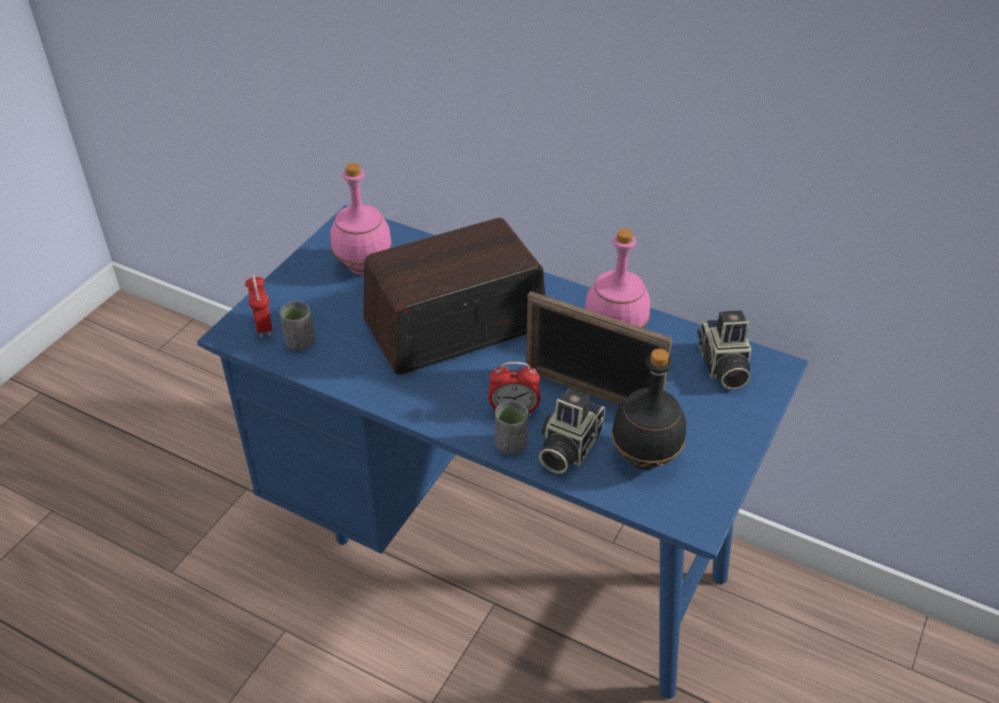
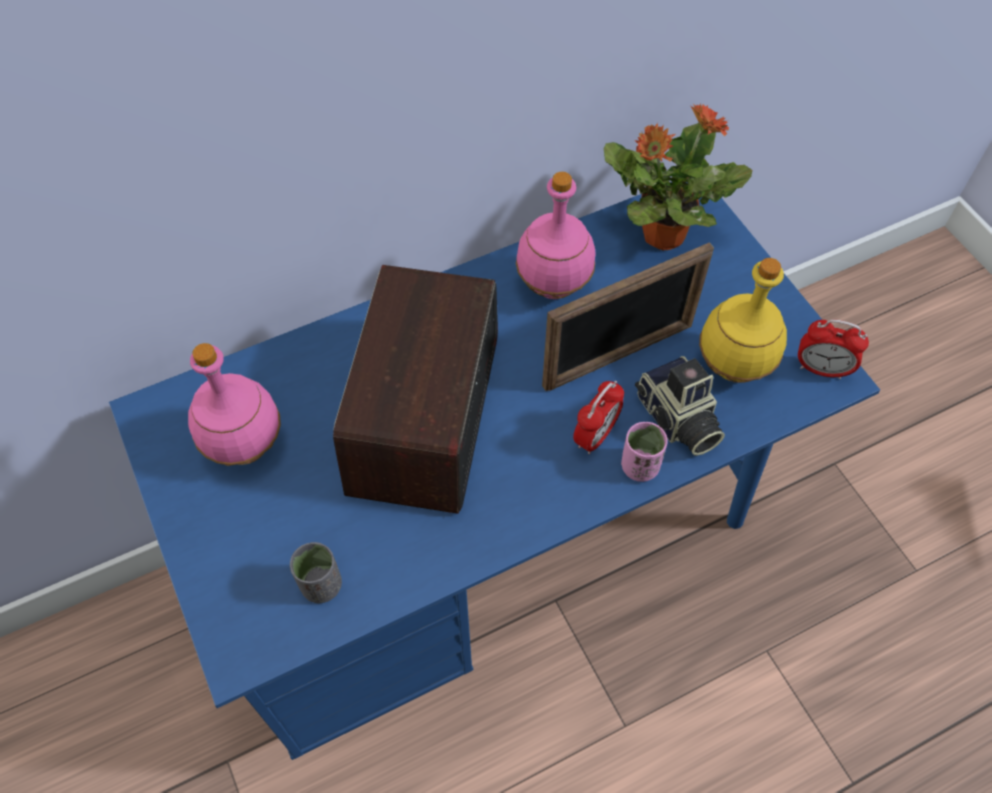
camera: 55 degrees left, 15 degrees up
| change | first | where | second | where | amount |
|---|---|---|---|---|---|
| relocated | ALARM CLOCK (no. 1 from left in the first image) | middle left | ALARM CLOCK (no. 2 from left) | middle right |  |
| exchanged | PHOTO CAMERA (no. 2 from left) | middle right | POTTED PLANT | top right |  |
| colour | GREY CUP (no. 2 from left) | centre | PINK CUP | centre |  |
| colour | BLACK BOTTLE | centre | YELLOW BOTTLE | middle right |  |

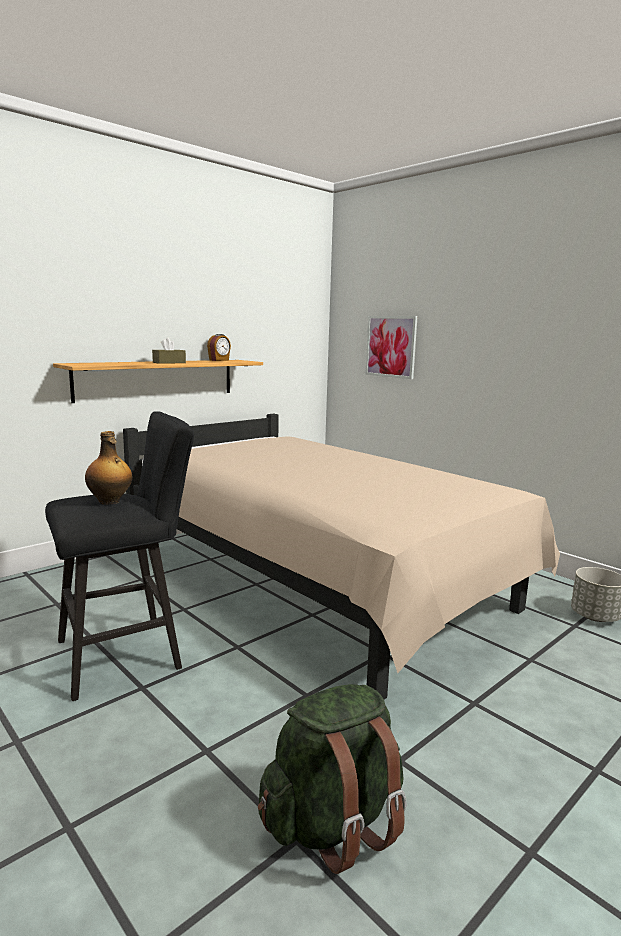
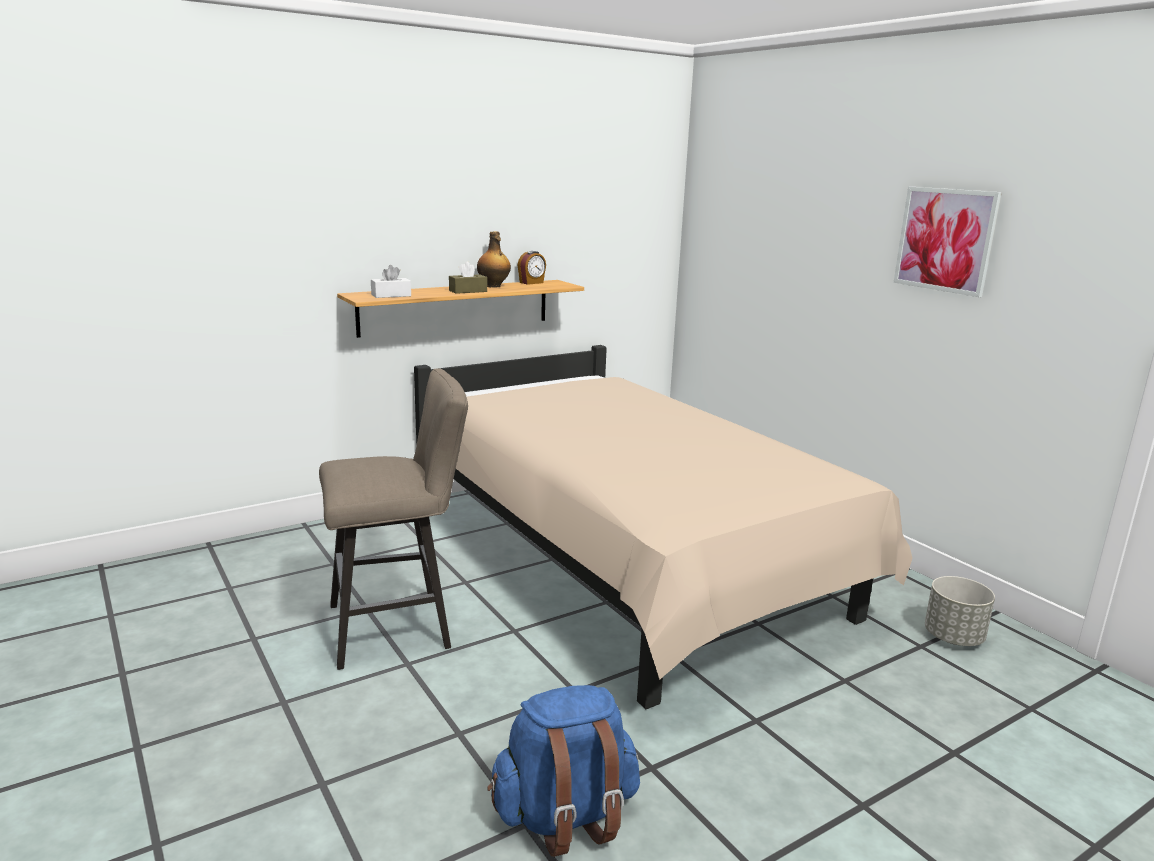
camera: 10 degrees right, 5 degrees up
| change | first | where | second | where | amount |
|---|---|---|---|---|---|
| appeared |  |  | WHITE TISSUE BOX | top centre |  |
| relocated | BOTTLE | middle left |  | top centre |  |
| relocated | PICTURE | centre |  | top right |  |
| colour | BLACK STOOL | middle left | BEIGE STOOL | centre |  |
| colour | GREEN BACKPACK | bottom centre | BLUE BACKPACK | bottom centre |  |

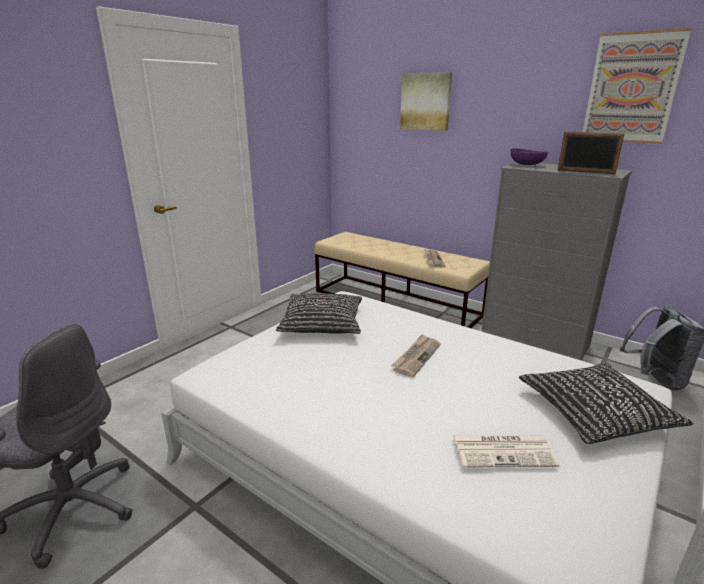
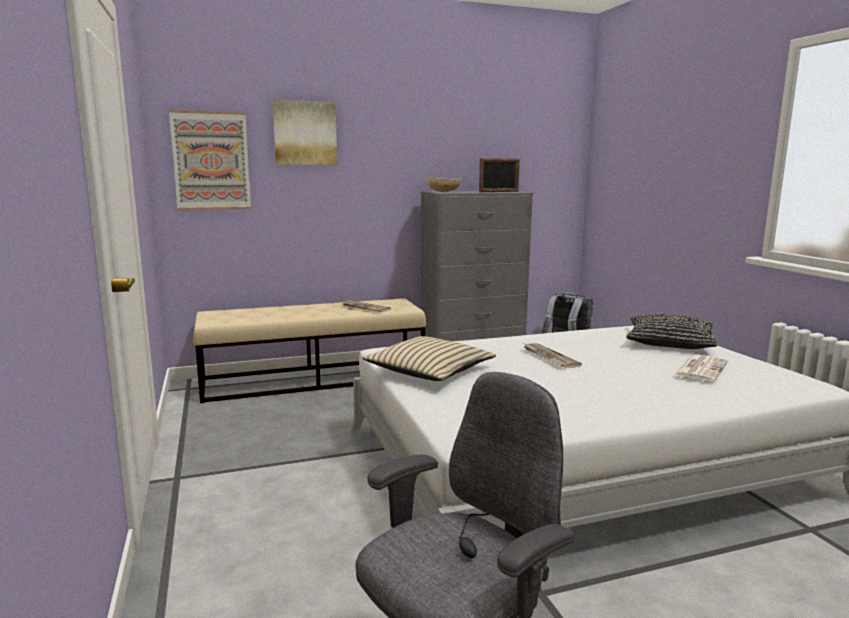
camera: 55 degrees left, 10 degrees down
| change | first | where | second | where | amount |
|---|---|---|---|---|---|
| relocated | PICTURE (no. 2 from left in the first image) | top right | PICTURE (no. 1 from left) | top left |  |
| colour | BLACK PILLOW (no. 1 from left) | centre | BEIGE PILLOW | centre |  |
| colour | PURPLE BOWL | top right | BEIGE BOWL | top centre |  |

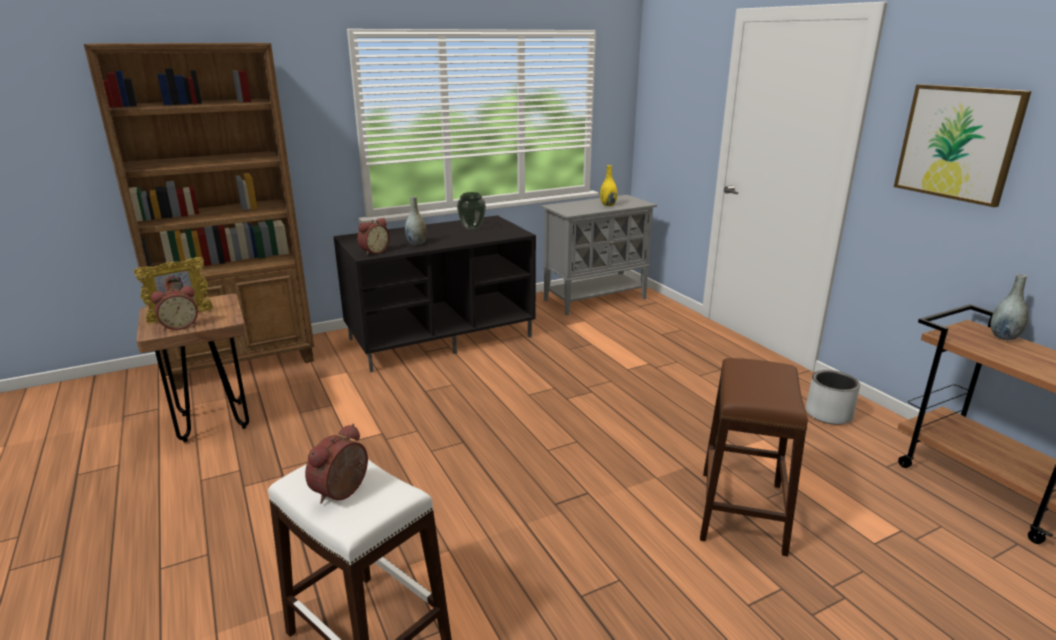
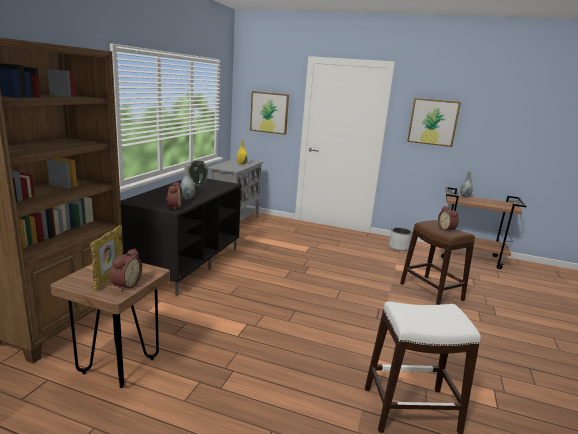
camera: 45 degrees left, 5 degrees down
| change | first | where | second | where | amount |
|---|---|---|---|---|---|
| appeared |  |  | PICTURE (no. 1 from left) | top centre |  |
| relocated | ALARM CLOCK (no. 2 from left in the first image) | bottom left | ALARM CLOCK (no. 3 from left) | middle right |  |

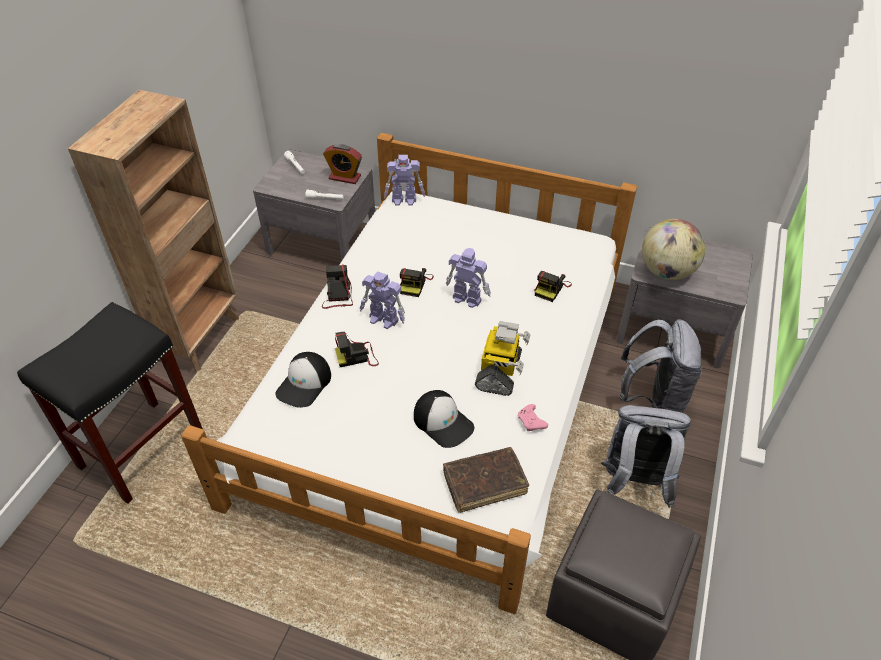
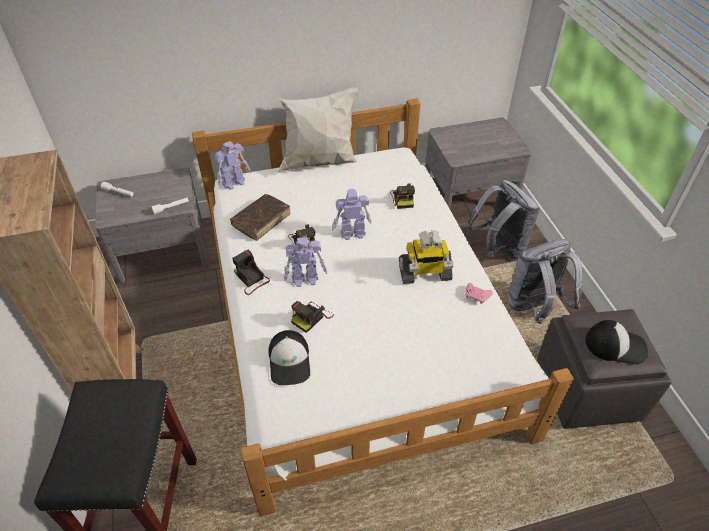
camera: 35 degrees left, 0 degrees up
| change | first | where | second | where | amount |
|---|---|---|---|---|---|
| missing | ALARM CLOCK | top centre |  |  |  |
| missing | GLOBE | middle right |  |  |  |
| appeared |  |  | WHITE PILLOW | top centre |  |
| relocated | CAP (no. 2 from left) | centre |  | middle right |  |
| relocated | BROWN BOOK | bottom centre |  | centre |  |
| spun | TOY ROBOT (no. 4 from left) | centre |  | centre | 105 degrees clockwise |

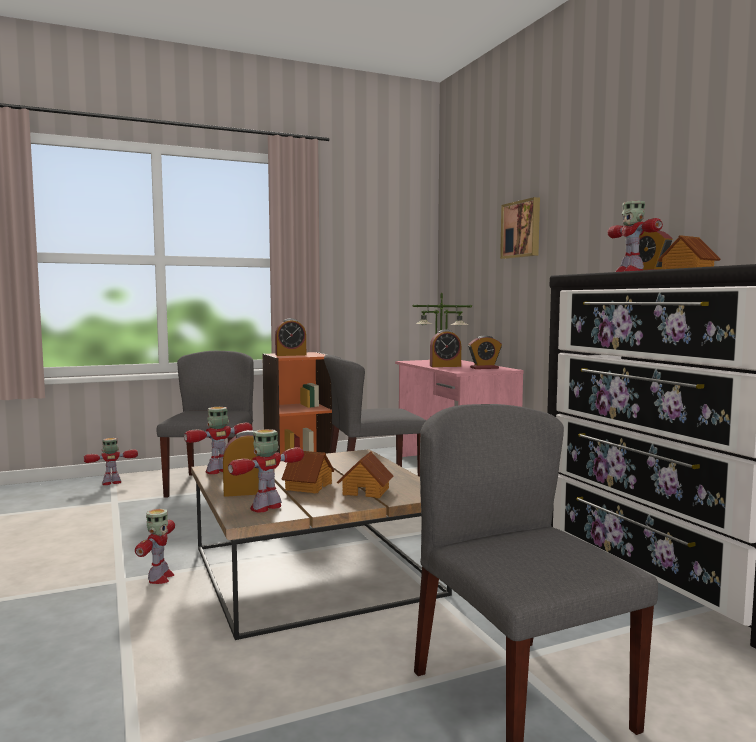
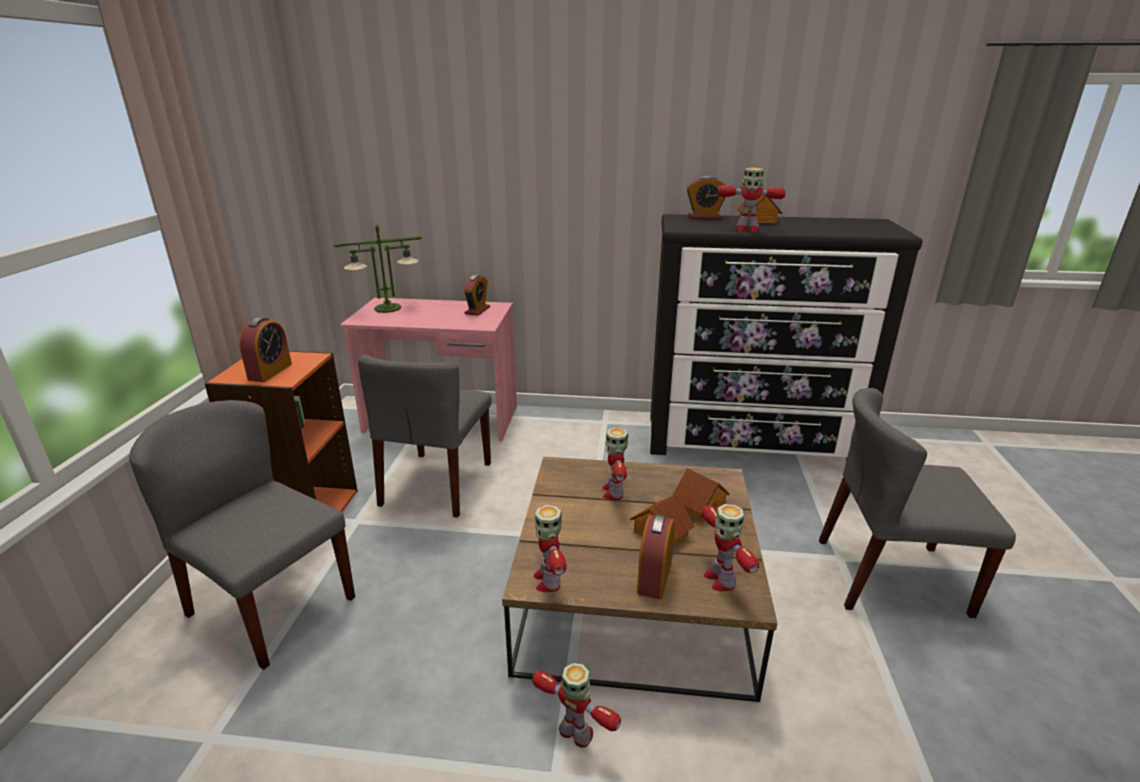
camera: 60 degrees left, 20 degrees up
| change | first | where | second | where | amount |
|---|---|---|---|---|---|
| missing | ALARM CLOCK (no. 3 from left) | centre |  |  |  |
| missing | PICTURE | top right |  |  |  |
| relocated | TOY ROBOT (no. 1 from left in the first image) | middle left | TOY ROBOT (no. 3 from left) | centre |  |

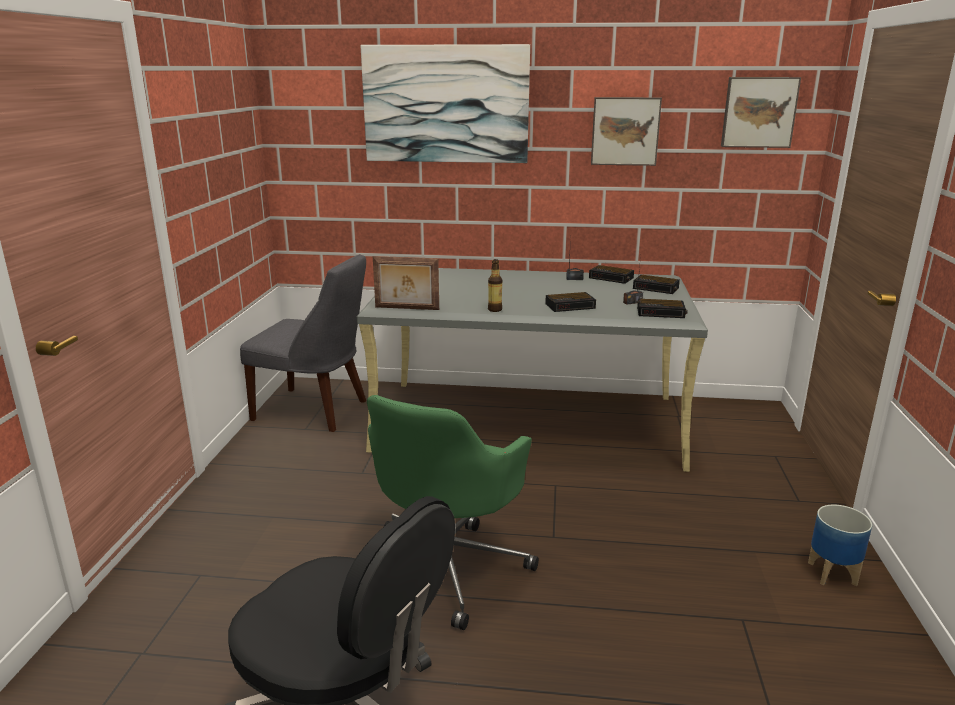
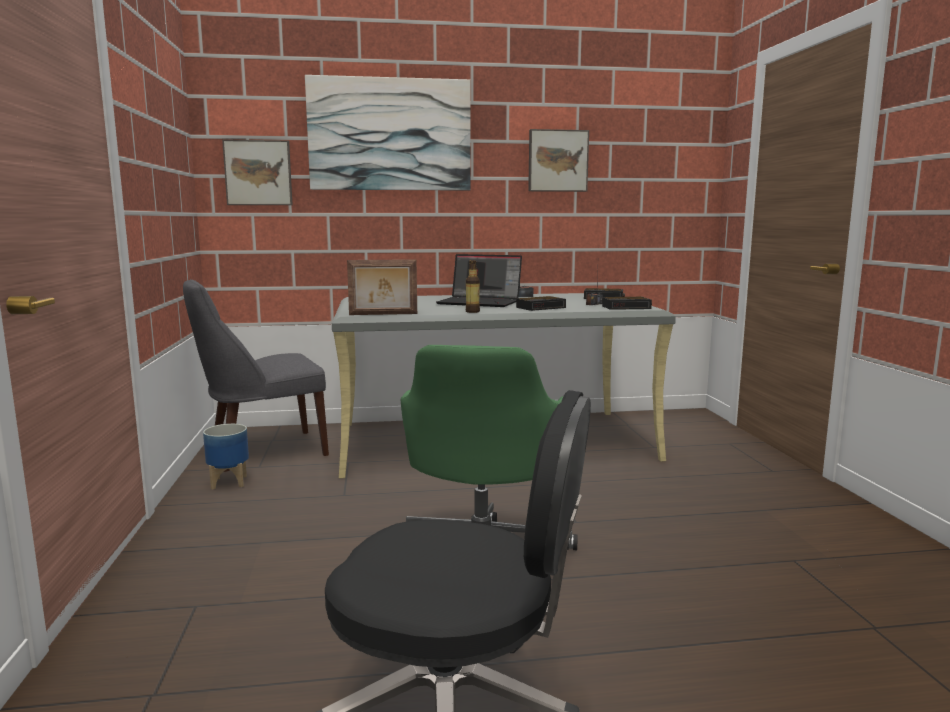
camera: 15 degrees left, 10 degrees down
| change | first | where | second | where | amount |
|---|---|---|---|---|---|
| missing | ALARM CLOCK (no. 2 from left) | centre |  |  |  |
| appeared |  |  | LAPTOP | centre |  |
| relocated | PICTURE (no. 3 from left in the first image) | top right | PICTURE (no. 1 from left) | top left |  |
| relocated | PLANTER | bottom right |  | middle left |  |
| spun | GREY CHAIR | middle left |  | middle left | 150 degrees clockwise |

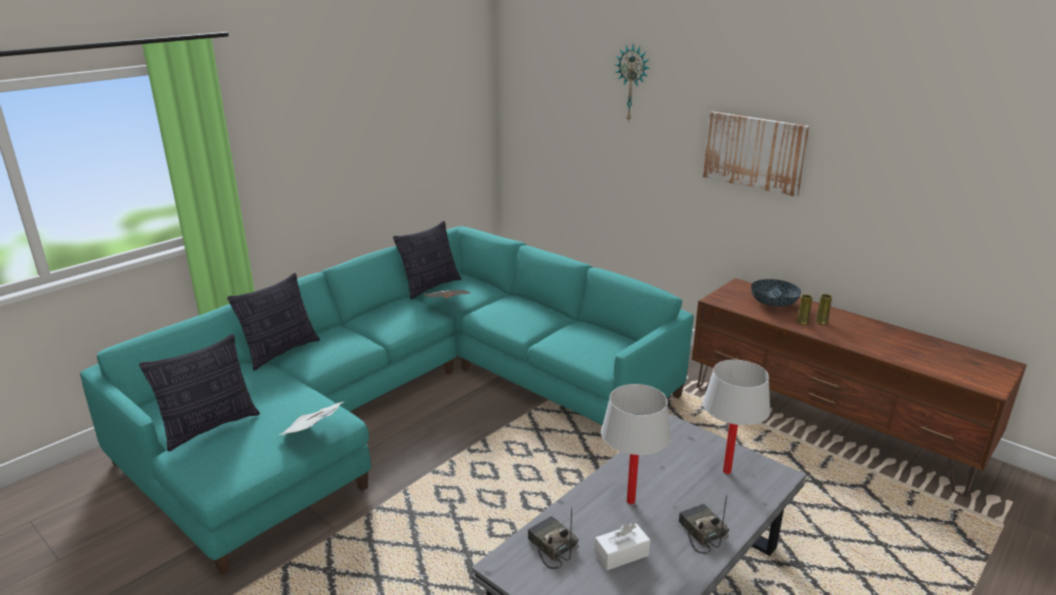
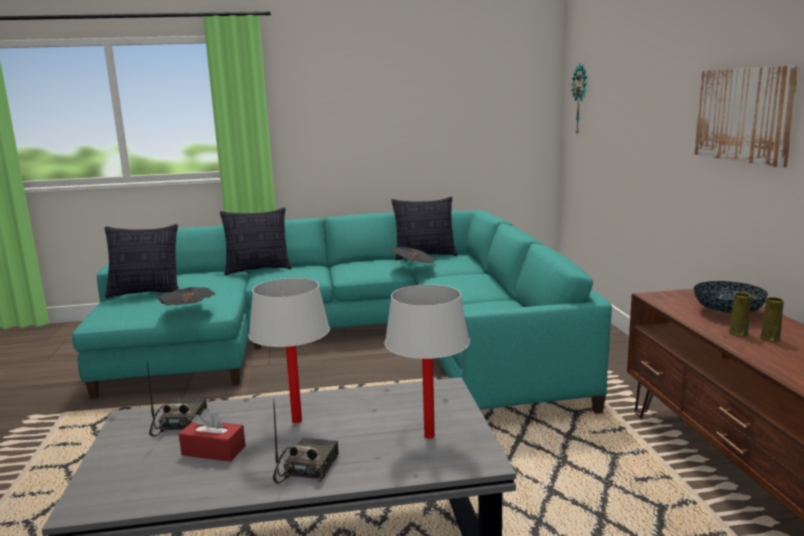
camera: 40 degrees right, 10 degrees down
| change | first | where | second | where | amount |
|---|---|---|---|---|---|
| relocated | WALL CLOCK | top centre |  | top right |  |
| colour | WHITE TISSUE BOX | bottom centre | RED TISSUE BOX | bottom left |  |

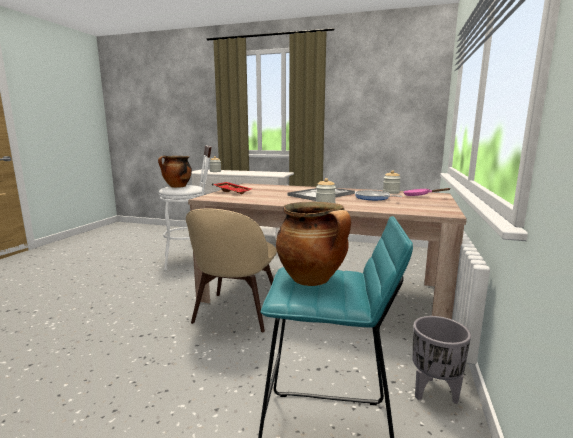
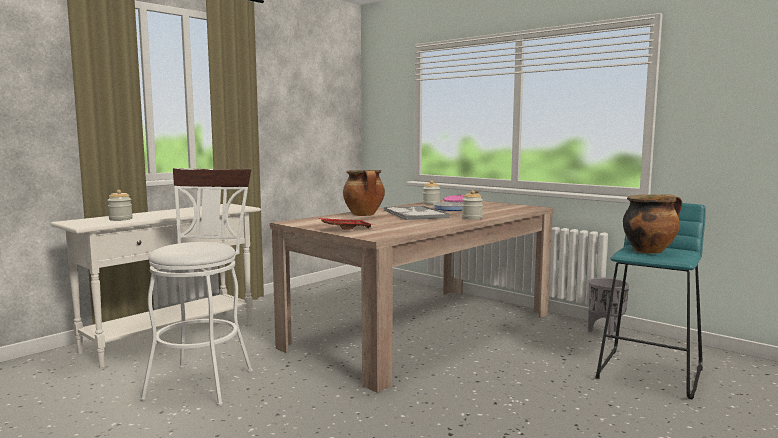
camera: 65 degrees left, 5 degrees down
| change | first | where | second | where | amount |
|---|---|---|---|---|---|
| missing | BEIGE CHAIR | centre |  |  |  |
| relocated | COOKING POT (no. 1 from left) | middle left |  | centre |  |

